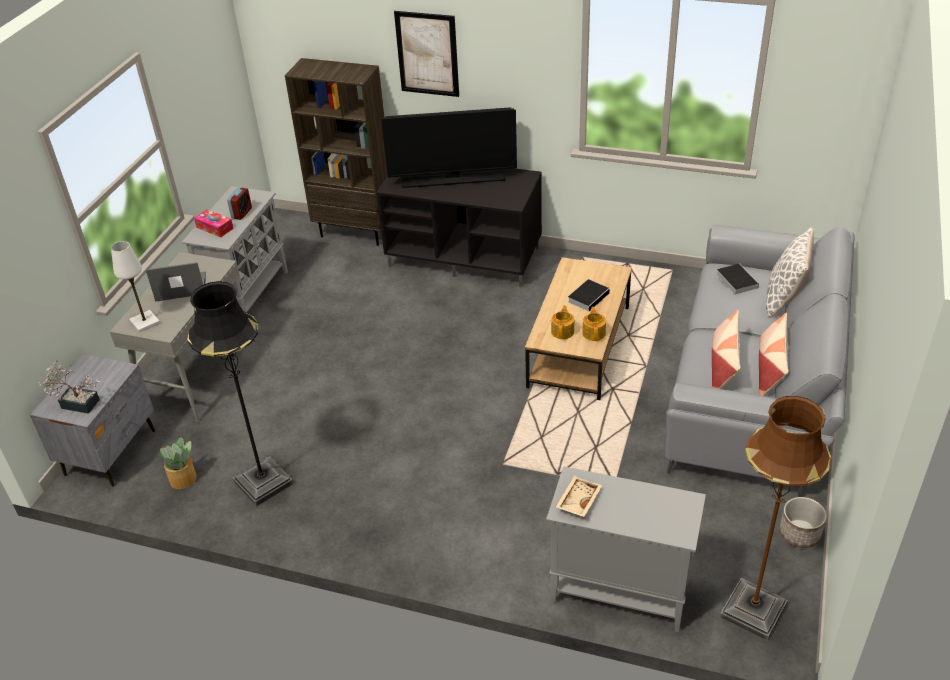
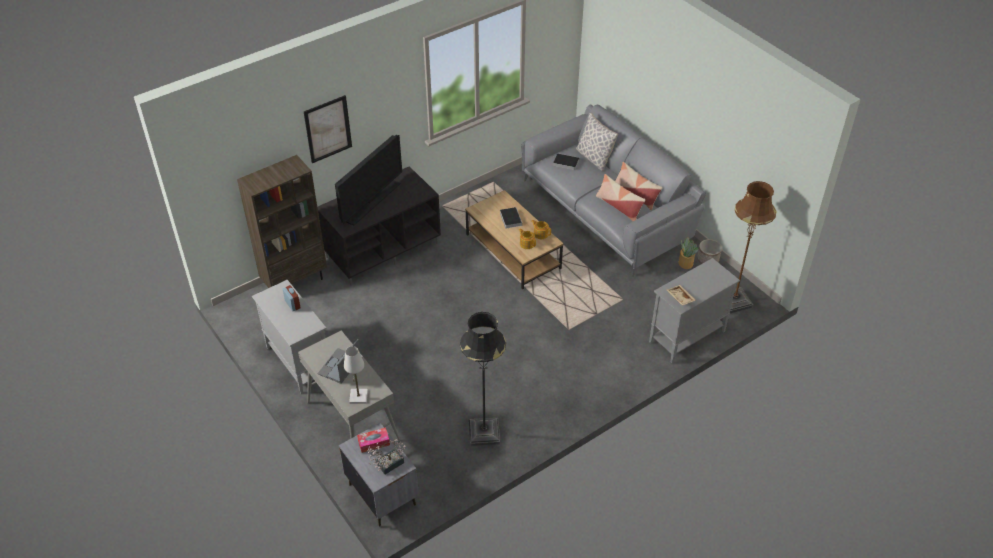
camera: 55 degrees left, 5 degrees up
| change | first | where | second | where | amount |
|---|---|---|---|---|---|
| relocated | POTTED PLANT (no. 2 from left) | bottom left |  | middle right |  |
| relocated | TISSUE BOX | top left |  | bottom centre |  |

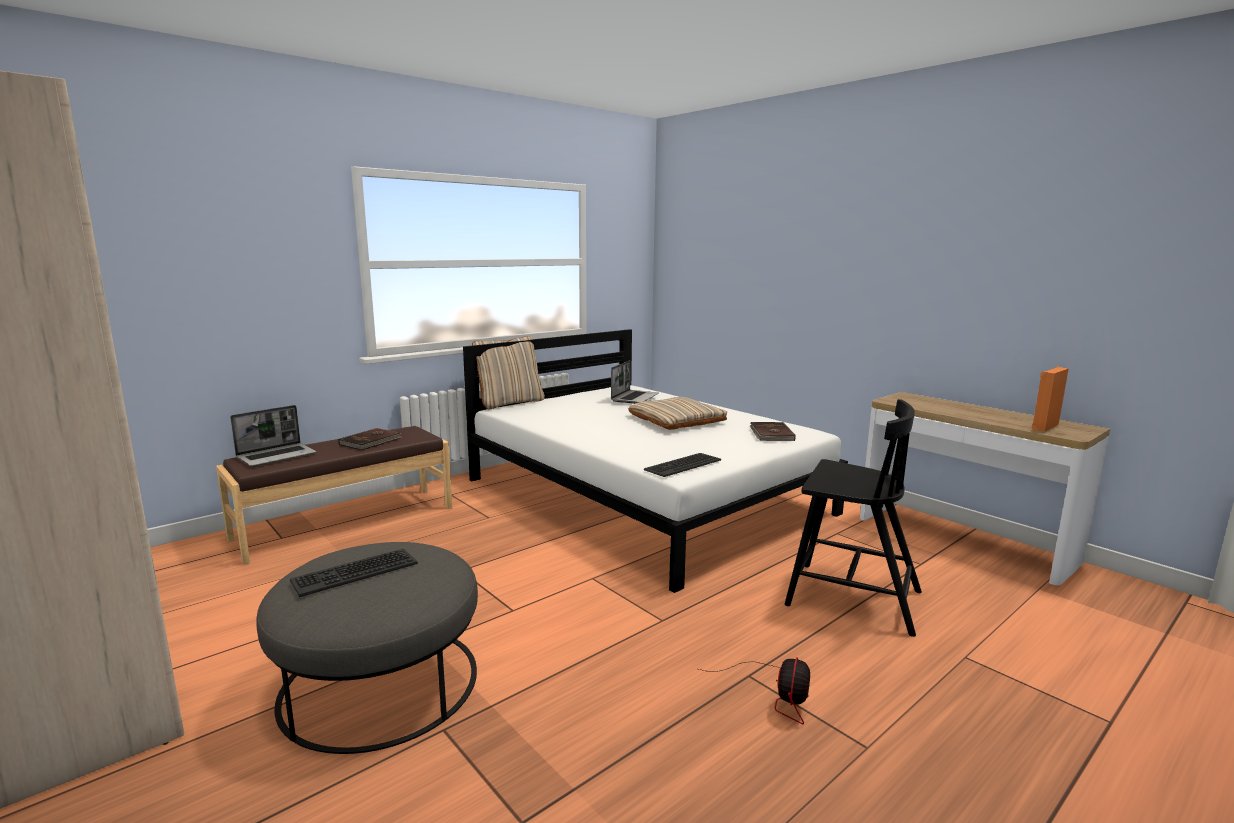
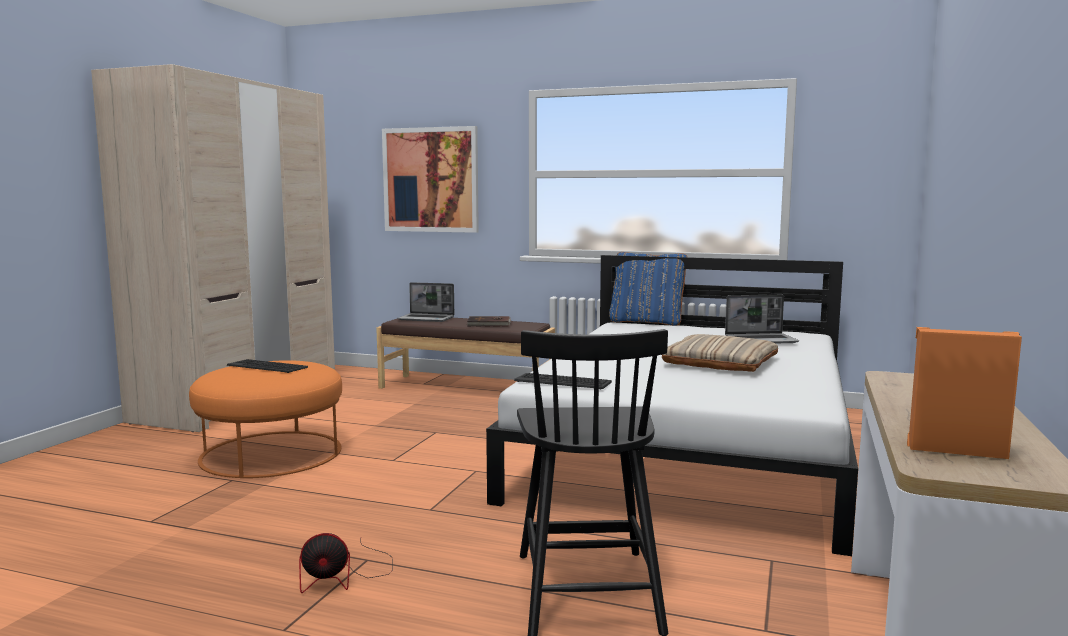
camera: 60 degrees right, 5 degrees down
| change | first | where | second | where | amount |
|---|---|---|---|---|---|
| missing | BROWN BOOK (no. 2 from left) | centre |  |  |  |
| appeared |  |  | PICTURE | top centre |  |
| colour | GREY OTTOMAN | bottom left | ORANGE OTTOMAN | middle left |  |
| colour | BEIGE PILLOW (no. 1 from left) | centre | BLUE PILLOW | centre |  |

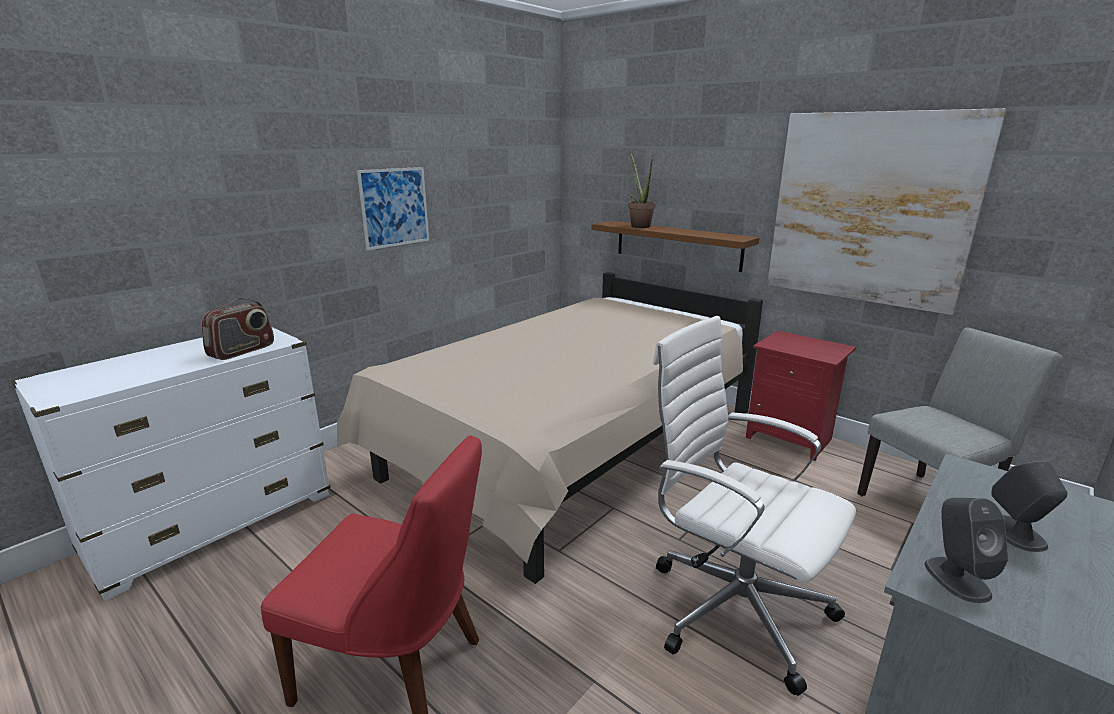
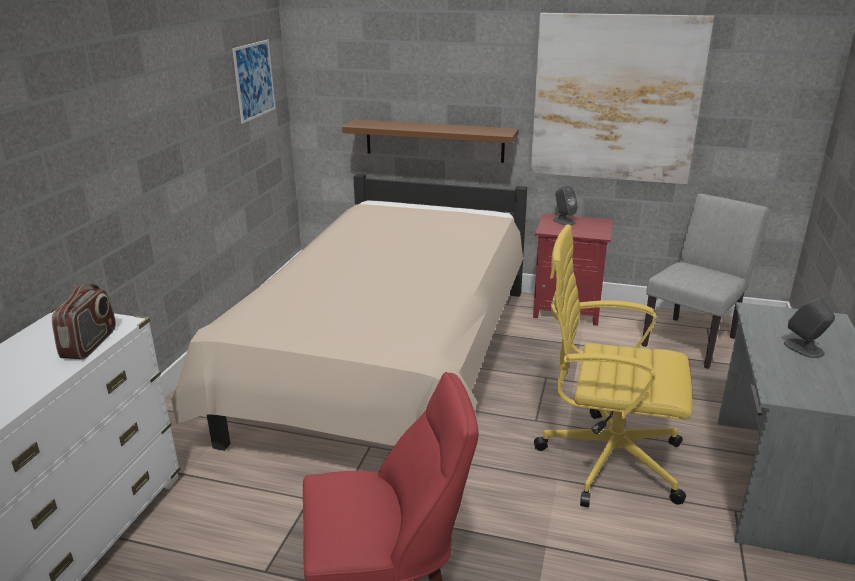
camera: 25 degrees left, 5 degrees up
| change | first | where | second | where | amount |
|---|---|---|---|---|---|
| missing | POTTED PLANT | top centre |  |  |  |
| relocated | PICTURE (no. 1 from left) | top centre |  | top left |  |
| relocated | GREY SPEAKER (no. 1 from left) | bottom right |  | centre |  |
| colour | WHITE OFFICE CHAIR | bottom right | YELLOW OFFICE CHAIR | middle right |  |

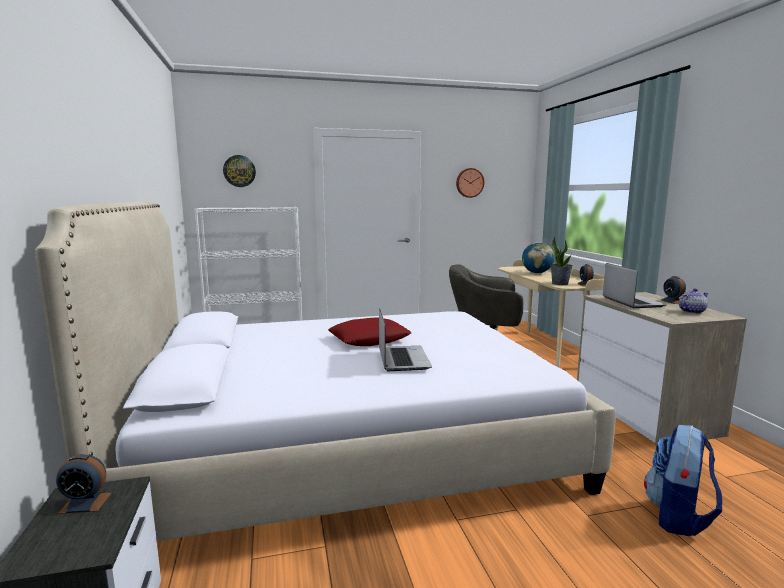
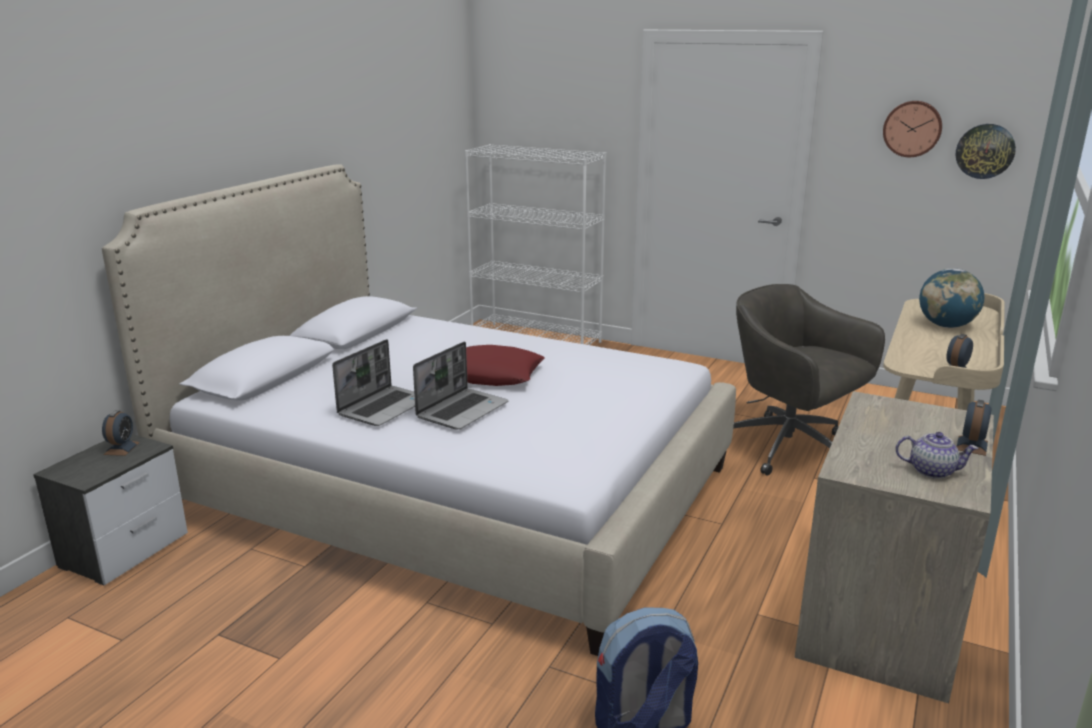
camera: 40 degrees right, 10 degrees up
| change | first | where | second | where | amount |
|---|---|---|---|---|---|
| missing | POTTED PLANT | middle right |  |  |  |
| relocated | WALL CLOCK (no. 1 from left in the first image) | top left | WALL CLOCK (no. 2 from left) | top right |  |
| relocated | LAPTOP (no. 2 from left in the first image) | middle right | LAPTOP (no. 1 from left) | centre |  |
| spun | ALARM CLOCK (no. 1 from left) | bottom left |  | middle left | 120 degrees counterclockwise |

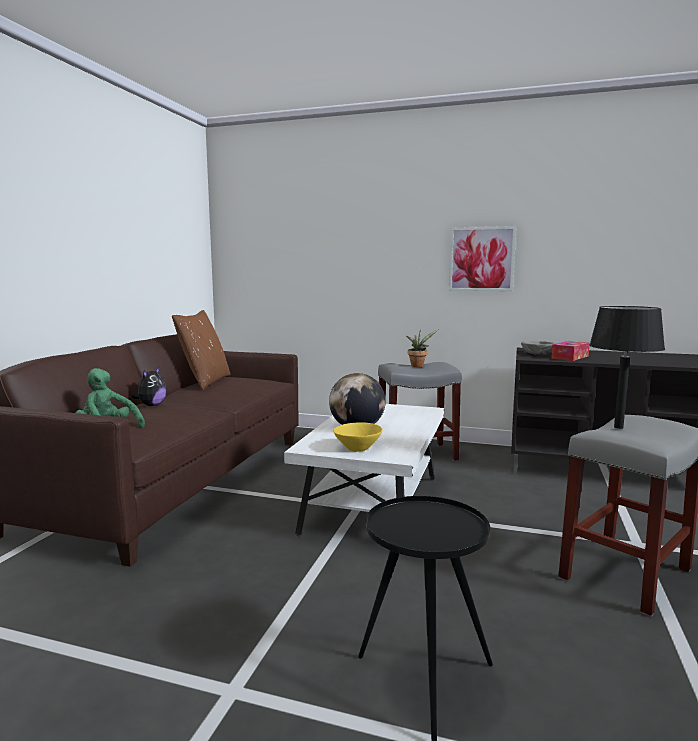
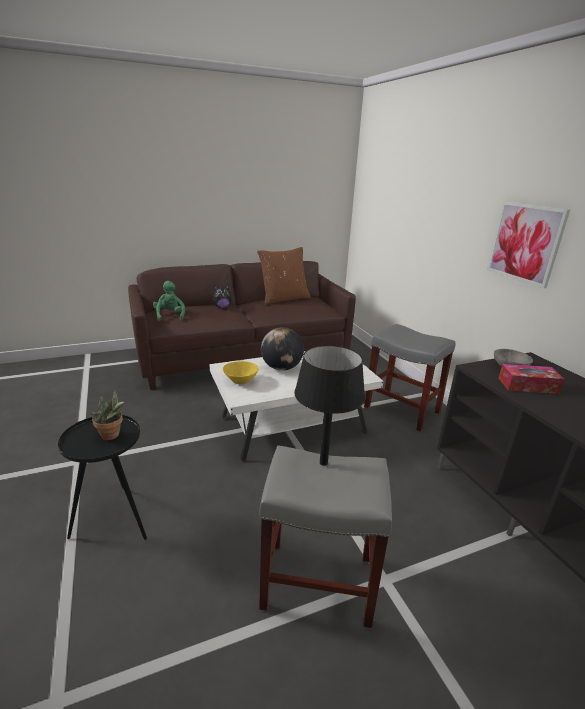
camera: 50 degrees right, 15 degrees up
| change | first | where | second | where | amount |
|---|---|---|---|---|---|
| relocated | POTTED PLANT | centre |  | middle left |  |

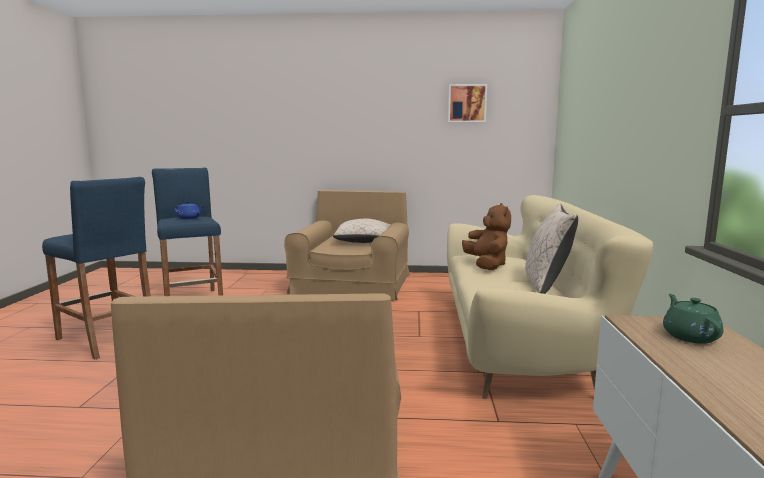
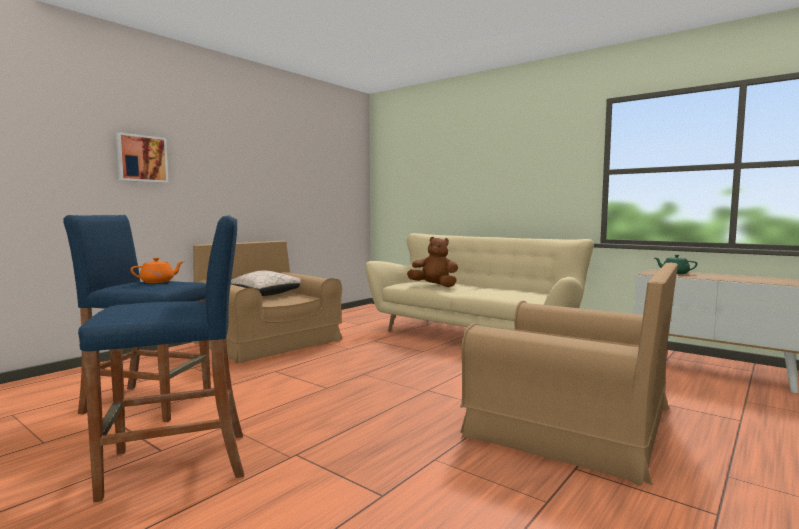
camera: 55 degrees left, 5 degrees down
| change | first | where | second | where | amount |
|---|---|---|---|---|---|
| missing | BEIGE PILLOW (no. 2 from left) | middle right |  |  |  |
| relocated | PICTURE | top centre |  | top left |  |
| colour | BLUE TEAPOT | middle left | ORANGE TEAPOT | middle left |  |

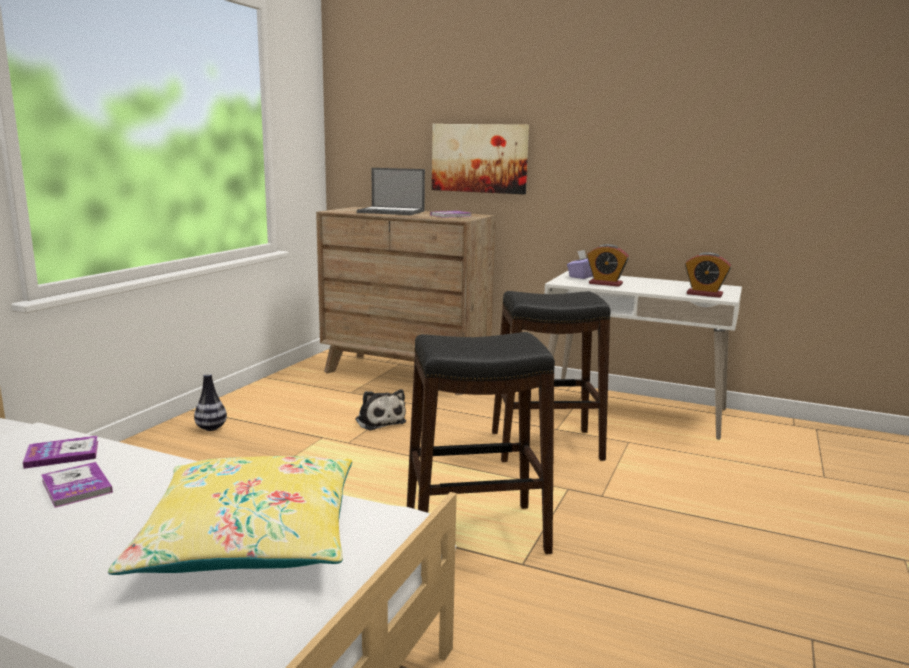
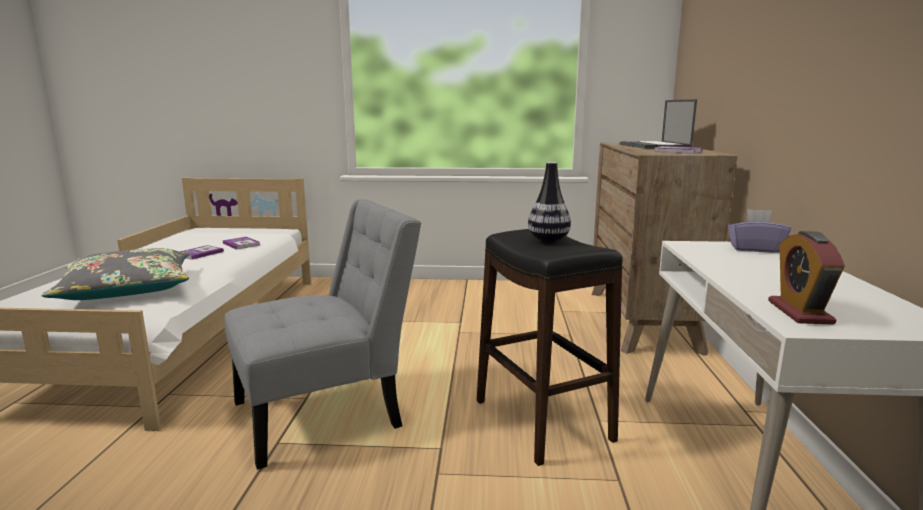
camera: 70 degrees right, 0 degrees up
| change | first | where | second | where | amount |
|---|---|---|---|---|---|
| missing | PLUSH TOY | centre |  |  |  |
| missing | PICTURE | top centre |  |  |  |
| missing | ALARM CLOCK (no. 1 from left) | middle right |  |  |  |
| relocated | VASE | middle left |  | centre |  |
| exchanged | BLACK STOOL (no. 1 from left) | centre | GREY CHAIR | centre |  |
| colour | YELLOW PILLOW | bottom left | GREY PILLOW | middle left |  |

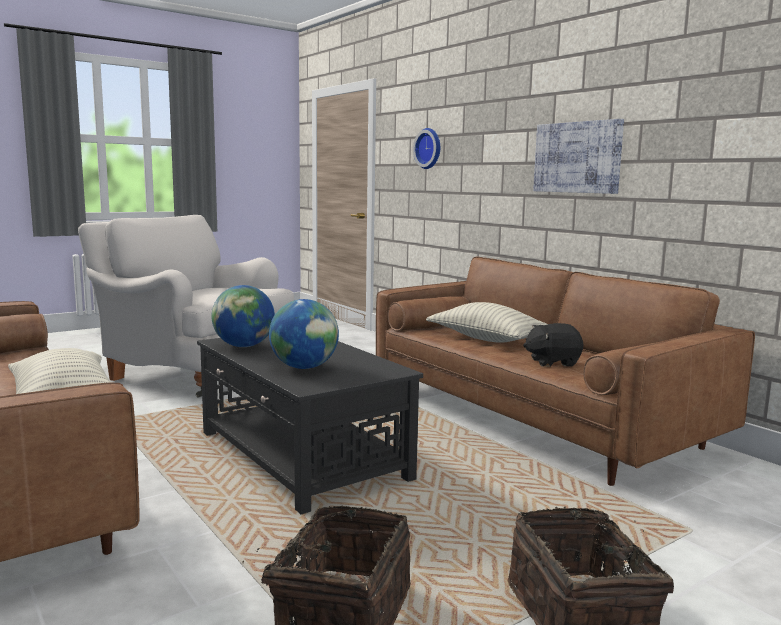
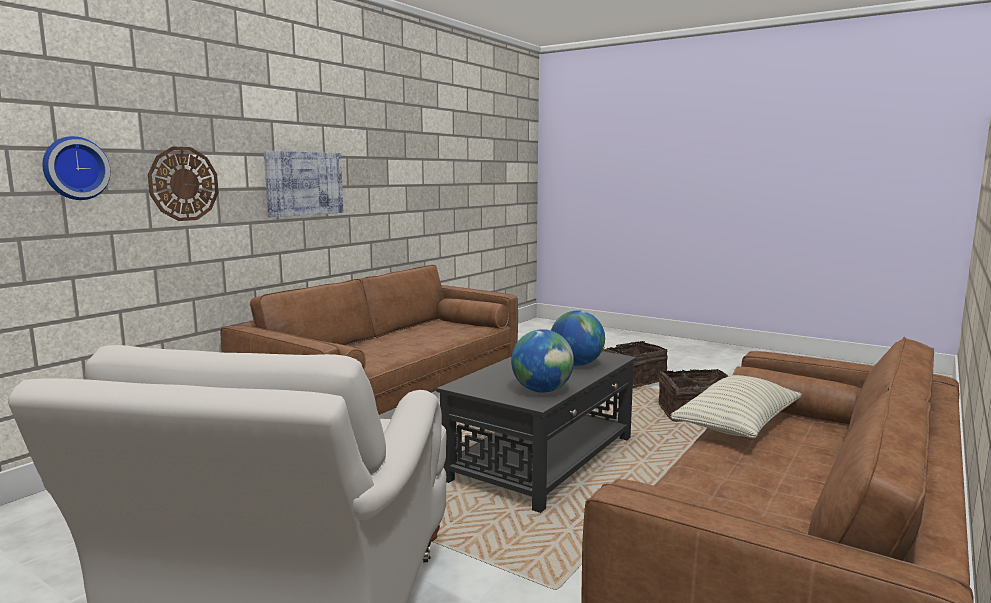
camera: 110 degrees left, 0 degrees up
| change | first | where | second | where | amount |
|---|---|---|---|---|---|
| missing | PILLOW (no. 2 from left) | centre |  |  |  |
| missing | BLACK PLUSH TOY | middle right |  |  |  |
| appeared |  |  | WALL CLOCK (no. 2 from left) | top left |  |

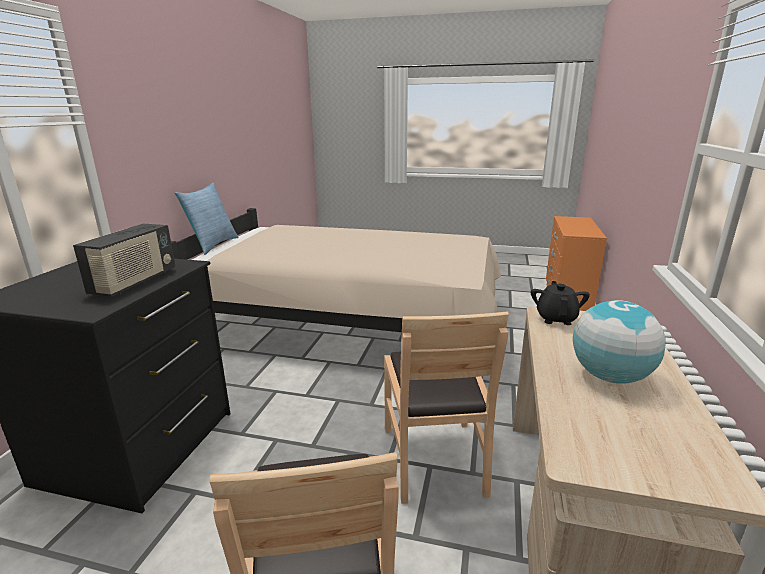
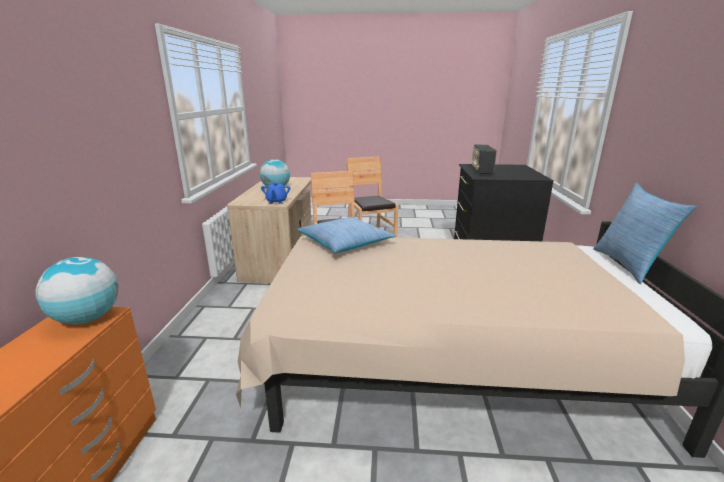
camera: 170 degrees right, 0 degrees up
| change | first | where | second | where | amount |
|---|---|---|---|---|---|
| appeared |  |  | GLOBE (no. 1 from left) | middle left |  |
| appeared |  |  | PILLOW (no. 1 from left) | centre |  |
| colour | BLACK TEAPOT | middle right | BLUE TEAPOT | centre |  |

